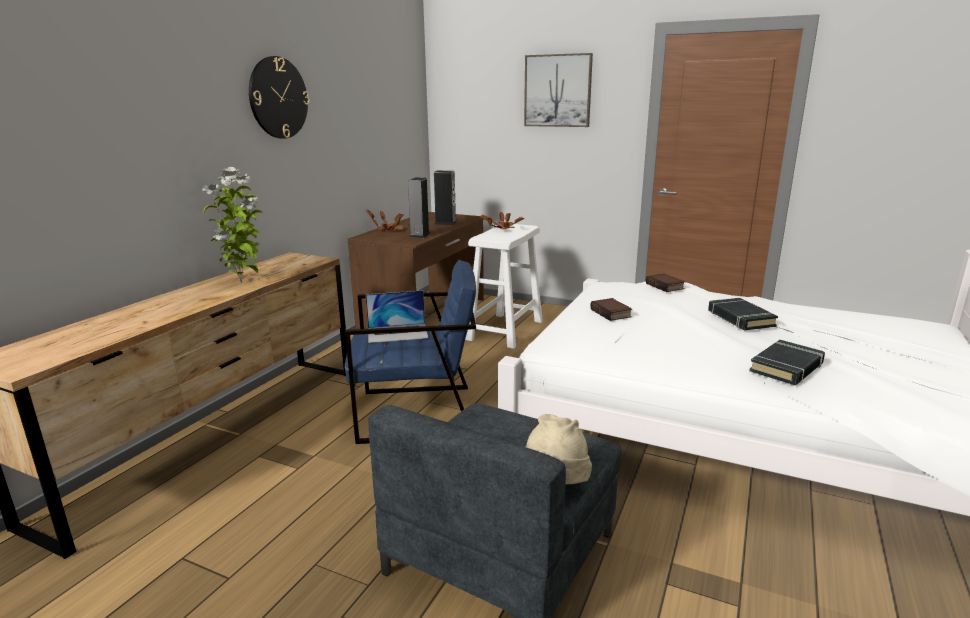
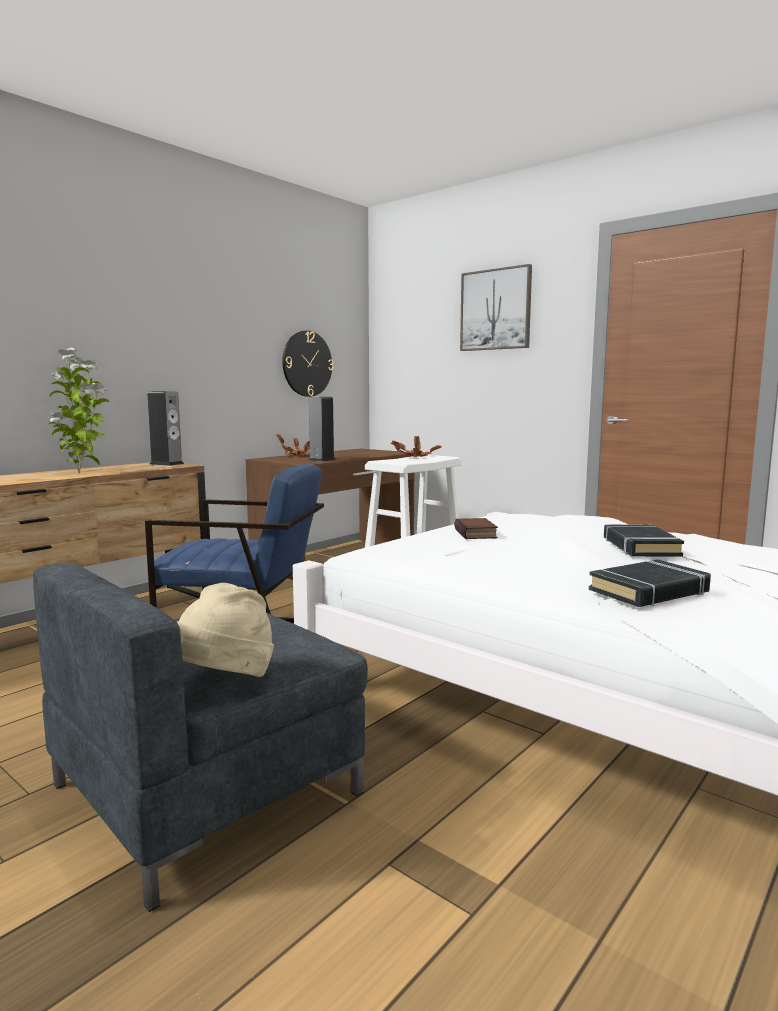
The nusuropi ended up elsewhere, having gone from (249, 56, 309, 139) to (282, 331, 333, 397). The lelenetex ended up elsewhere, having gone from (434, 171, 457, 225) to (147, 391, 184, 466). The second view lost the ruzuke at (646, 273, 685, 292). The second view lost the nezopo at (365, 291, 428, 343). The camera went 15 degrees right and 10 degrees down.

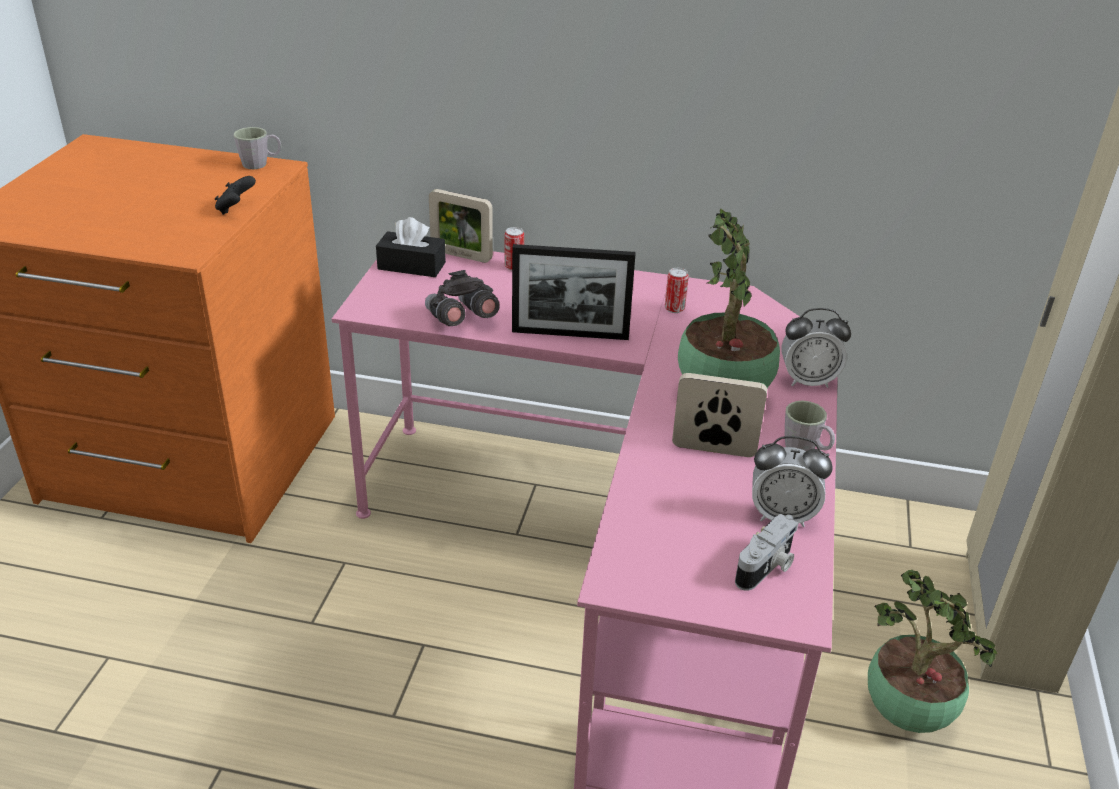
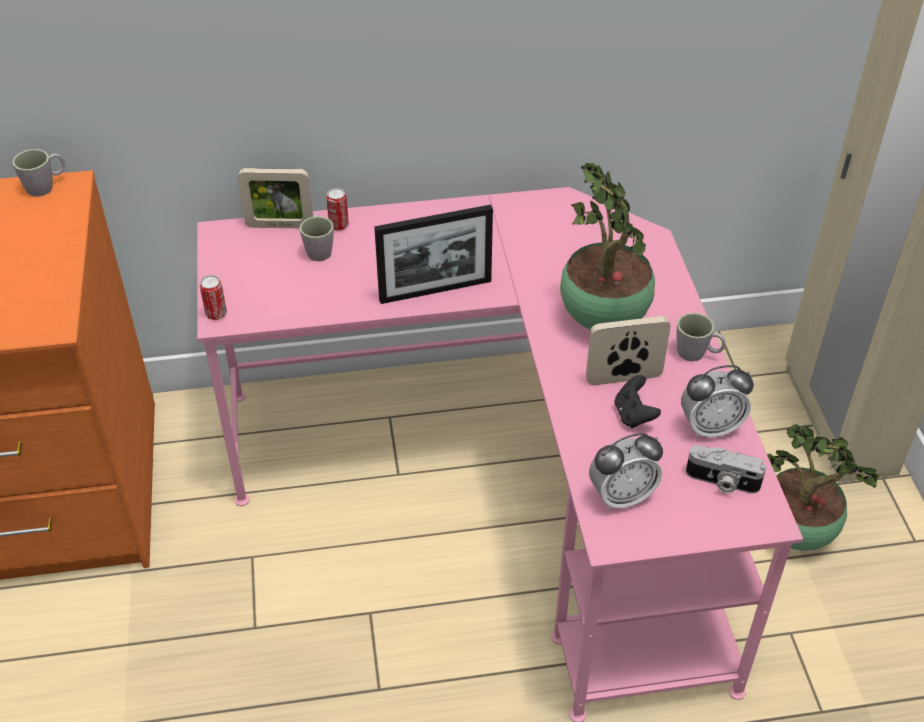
The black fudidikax ended up elsewhere, having gone from (215, 176, 256, 215) to (615, 375, 661, 428). The second view lost the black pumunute at (376, 217, 446, 277). The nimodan ended up elsewhere, having gone from (665, 268, 689, 313) to (200, 275, 227, 320). The second view lost the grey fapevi at (425, 270, 500, 326). The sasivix ended up elsewhere, having gone from (782, 308, 851, 388) to (589, 433, 663, 511). The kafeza at (735, 514, 798, 591) ended up facing another way, 90 degrees clockwise from before. The second view gained the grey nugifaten at (299, 214, 334, 261). The camera went 20 degrees left and 10 degrees up.

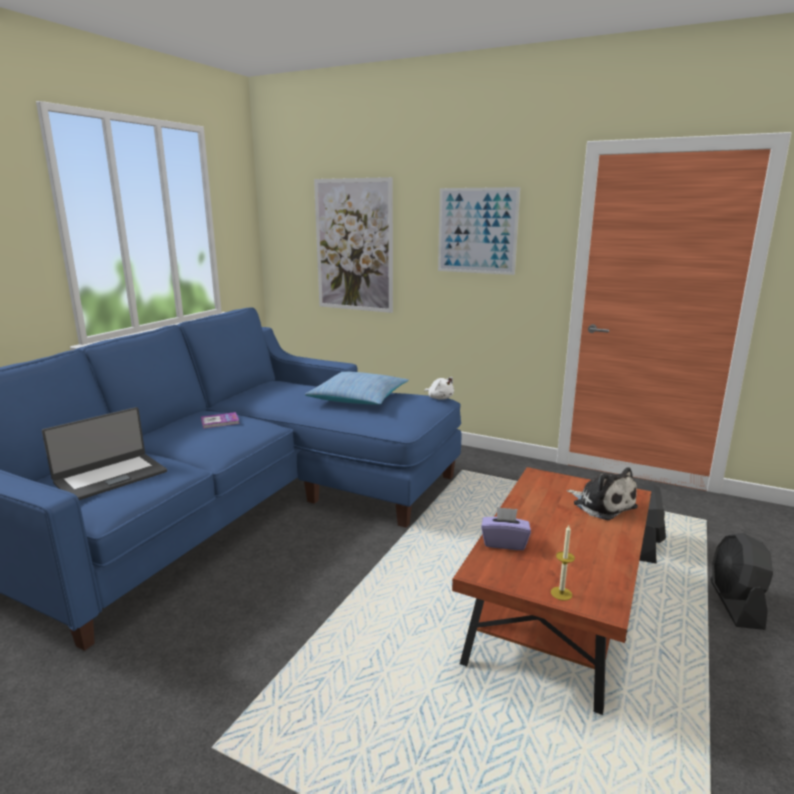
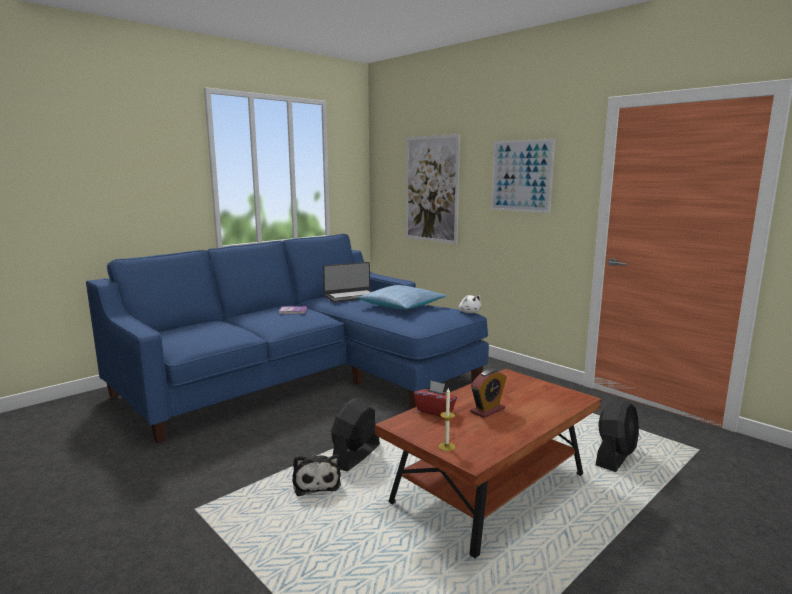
The nezopo ended up elsewhere, having gone from (42, 407, 167, 500) to (323, 262, 373, 303). The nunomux ended up elsewhere, having gone from (567, 467, 638, 520) to (292, 454, 341, 496). What was the purple pumunute at (481, 507, 531, 550) turned into the red pumunute at (414, 381, 457, 417). The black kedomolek ended up elsewhere, having gone from (710, 533, 773, 630) to (331, 398, 380, 472). The second view gained the sasivix at (470, 369, 506, 418). The camera went 20 degrees right and 5 degrees down.

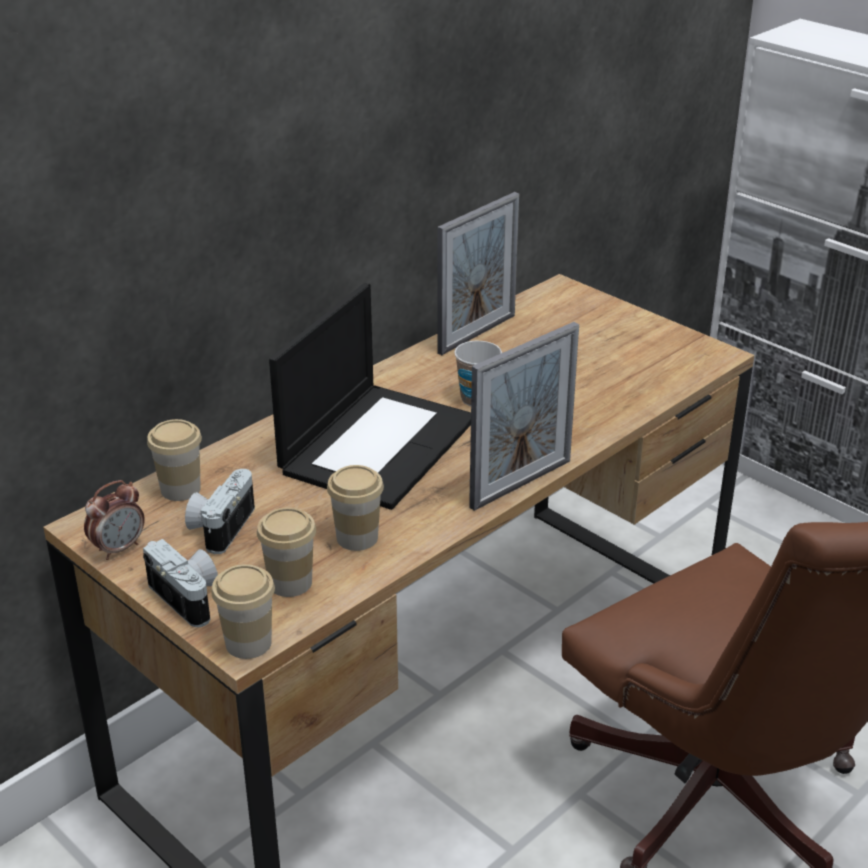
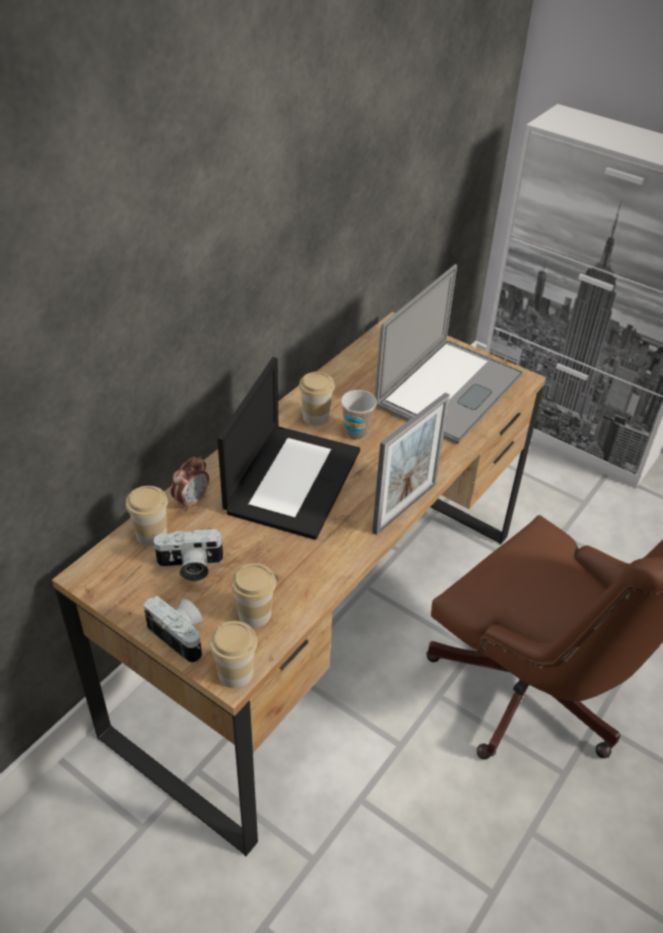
The second view lost the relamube at (437, 192, 519, 355). The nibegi ended up elsewhere, having gone from (327, 465, 384, 551) to (299, 372, 335, 426). The kafeza at (185, 469, 255, 554) ended up facing another way, 105 degrees counterclockwise from before. The sasivix ended up elsewhere, having gone from (84, 480, 145, 560) to (171, 456, 209, 510). The second view gained the nezopo at (375, 264, 523, 444). The camera went 10 degrees left and 10 degrees up.

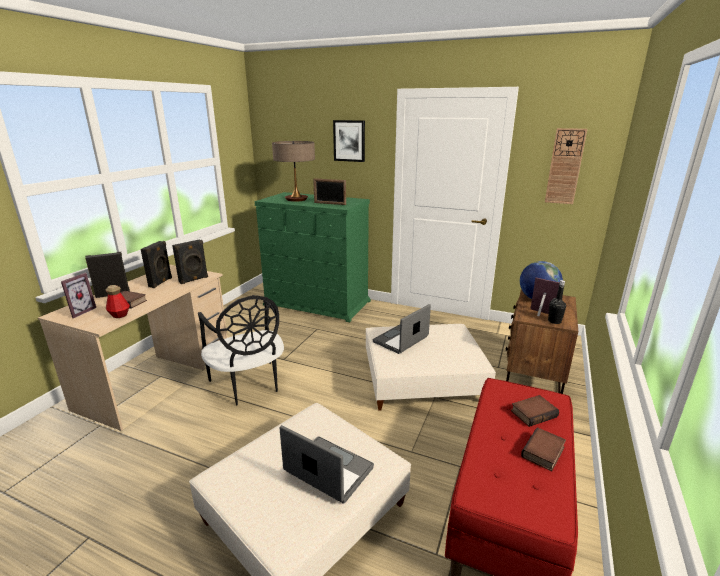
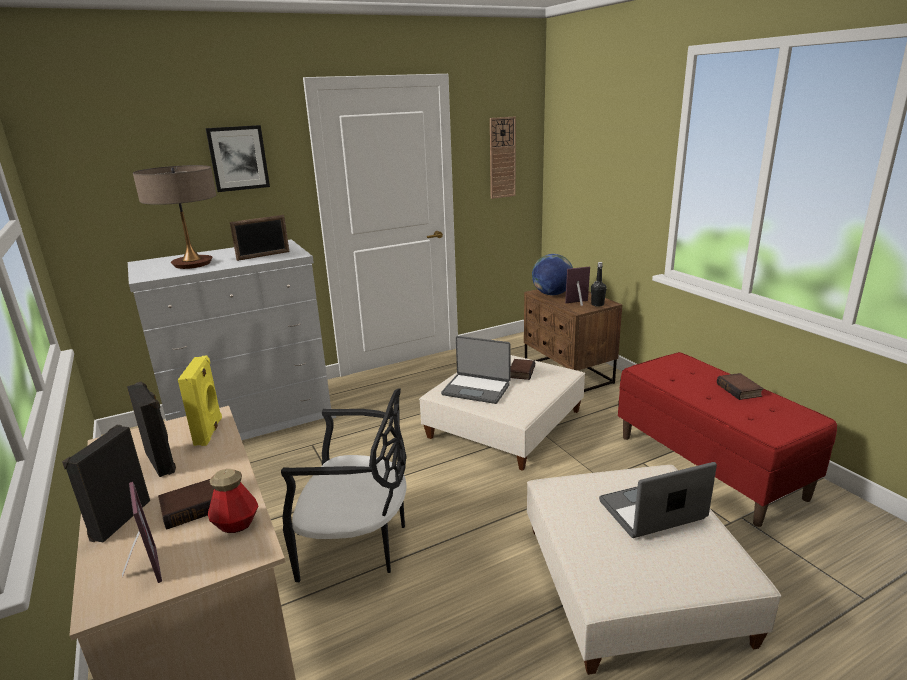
What was the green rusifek at (254, 192, 371, 322) turned into the white rusifek at (128, 239, 336, 440). What was the black lelenetex at (172, 239, 208, 284) turned into the yellow lelenetex at (178, 355, 222, 446). The nezopo at (373, 304, 431, 354) ended up facing another way, 60 degrees counterclockwise from before. The ruzuke ended up elsewhere, having gone from (511, 395, 559, 427) to (511, 359, 535, 380). The camera went 50 degrees left and 0 degrees up.

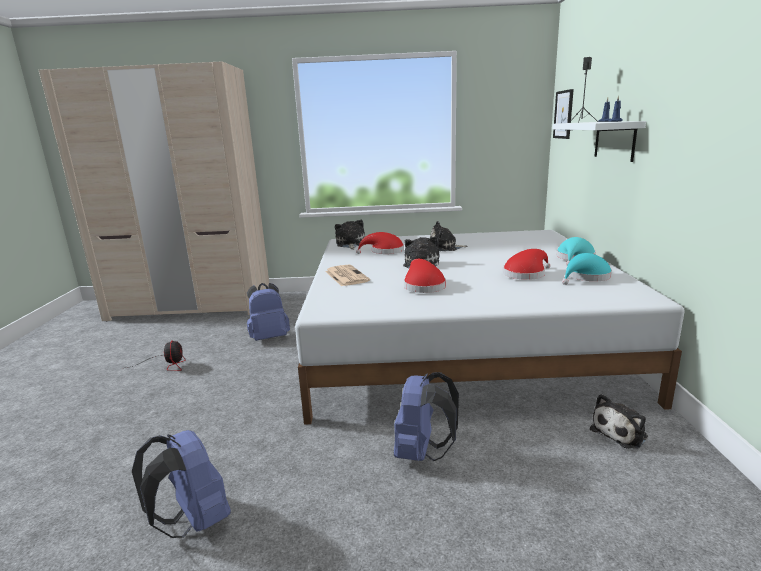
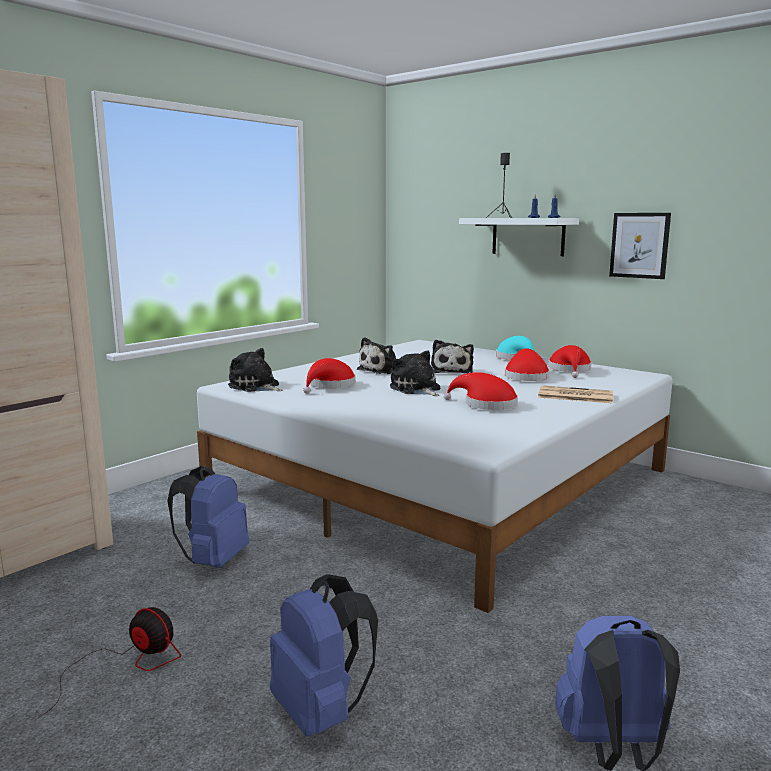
The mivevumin ended up elsewhere, having gone from (553, 89, 574, 139) to (609, 213, 671, 279). What was the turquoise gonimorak at (562, 253, 612, 285) turned into the red gonimorak at (548, 345, 592, 378). The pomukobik ended up elsewhere, having gone from (325, 265, 370, 286) to (538, 385, 613, 404). The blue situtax ended up elsewhere, having gone from (394, 372, 459, 461) to (270, 574, 378, 736). The nunomux ended up elsewhere, having gone from (590, 394, 648, 449) to (431, 340, 474, 373). The camera went 50 degrees left and 5 degrees down.

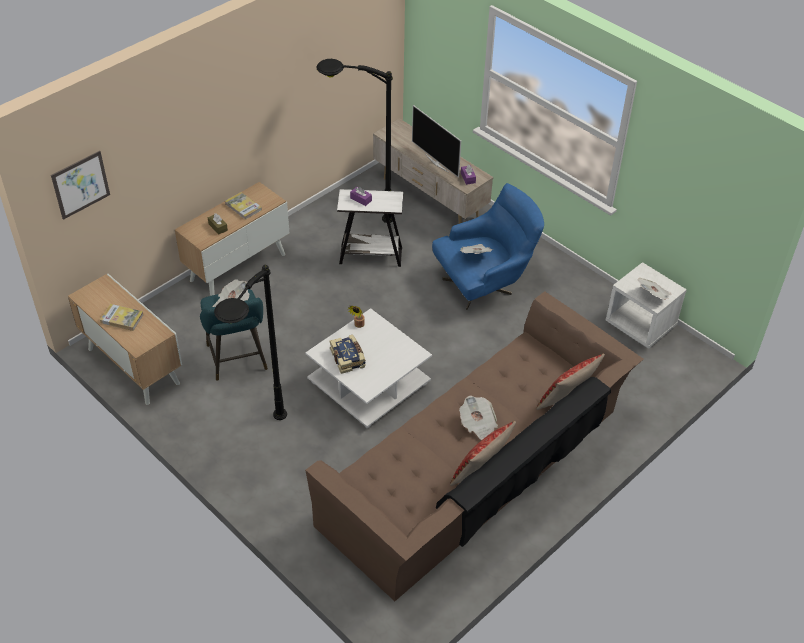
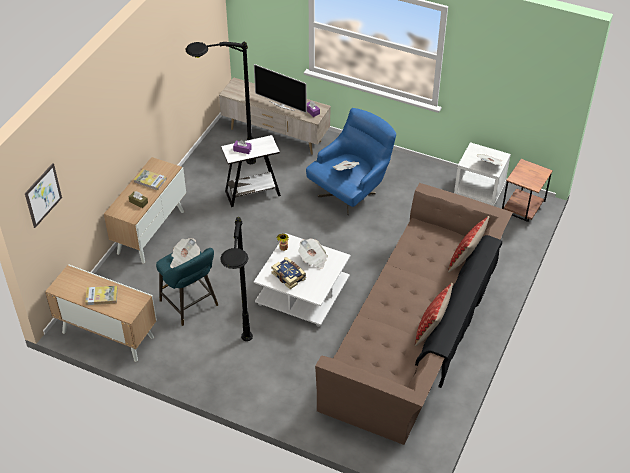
The pomukobik ended up elsewhere, having gone from (459, 396, 498, 440) to (298, 239, 328, 269). The second view gained the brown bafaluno at (502, 159, 553, 222). The camera went 20 degrees left and 0 degrees up.

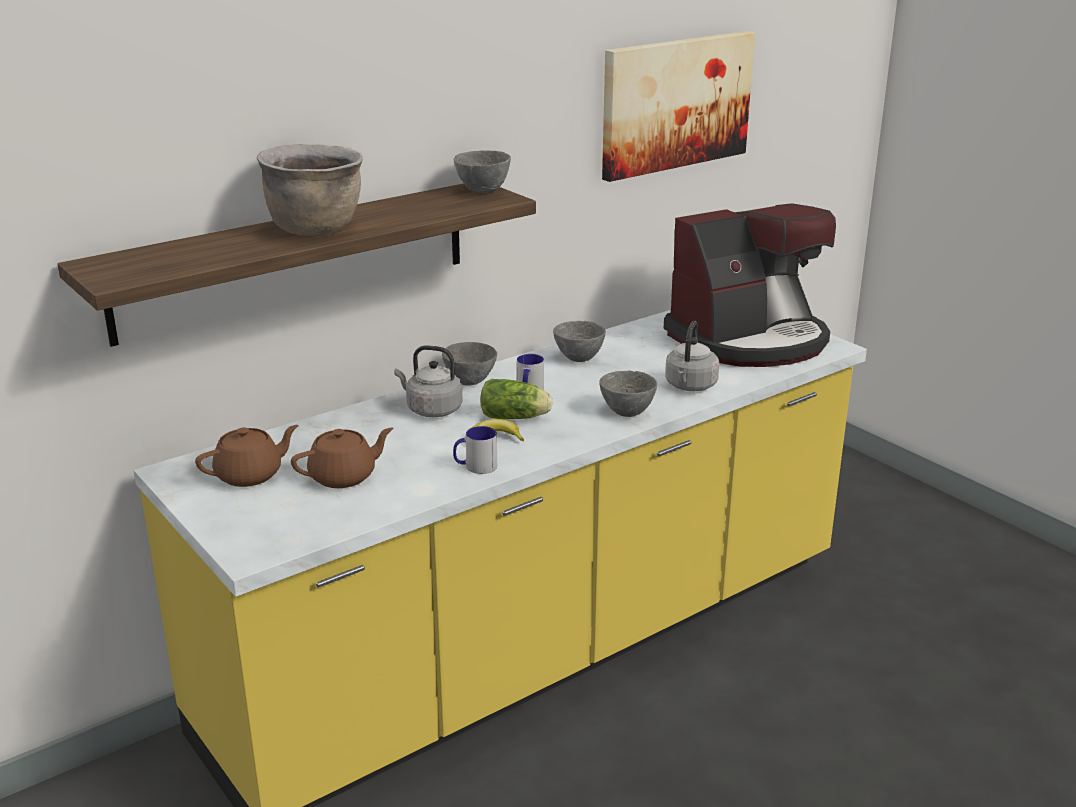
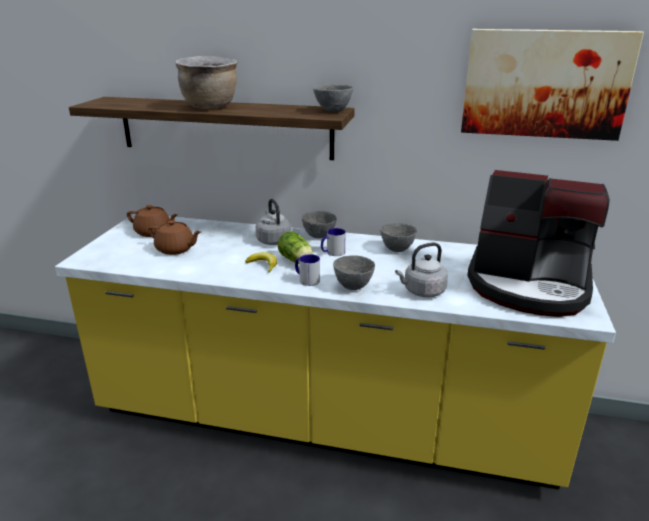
The nugifaten ended up elsewhere, having gone from (453, 426, 497, 474) to (295, 254, 320, 286). The camera went 50 degrees right and 0 degrees up.

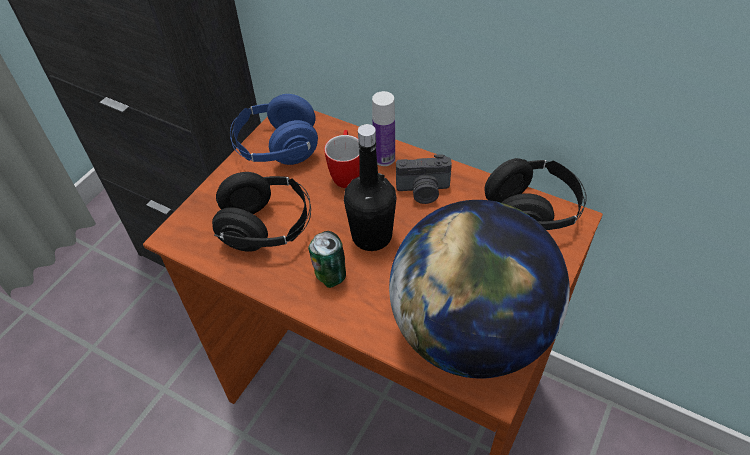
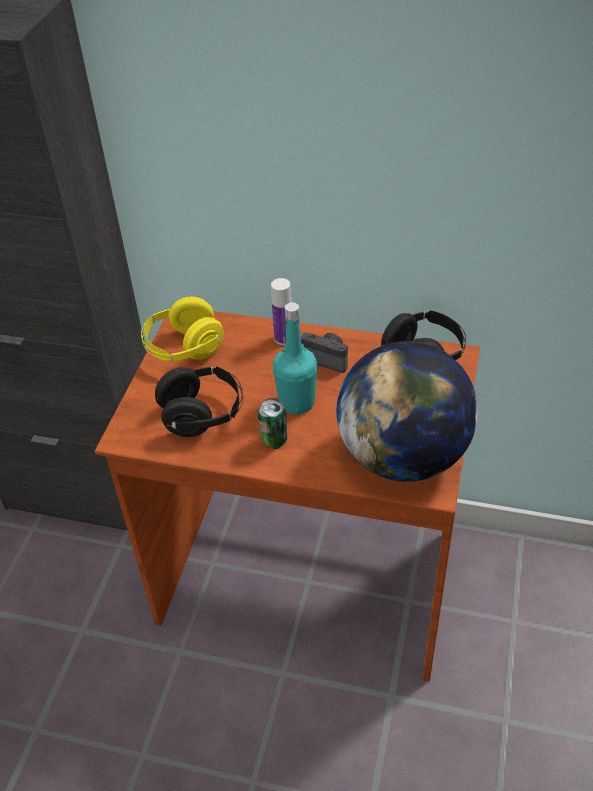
What was the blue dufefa at (230, 94, 318, 165) turned into the yellow dufefa at (141, 297, 224, 362). What was the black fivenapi at (344, 124, 396, 251) turned into the turquoise fivenapi at (273, 302, 318, 414). The second view lost the nugifaten at (324, 130, 360, 188). The kafeza at (396, 154, 452, 204) ended up facing another way, 135 degrees counterclockwise from before. The camera went 15 degrees left and 5 degrees down.

